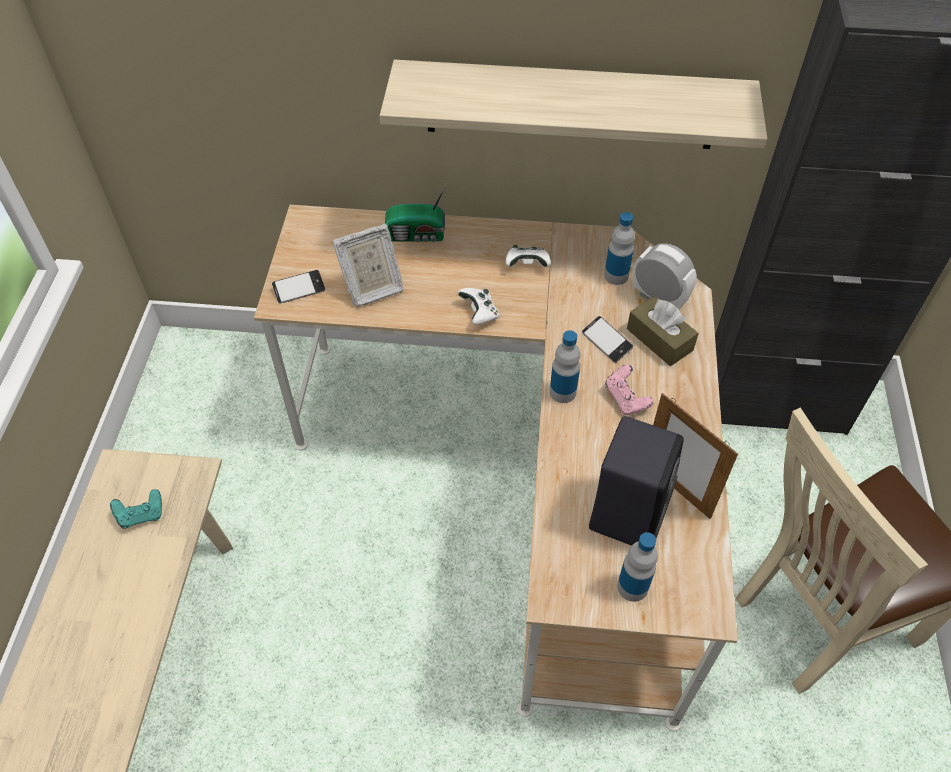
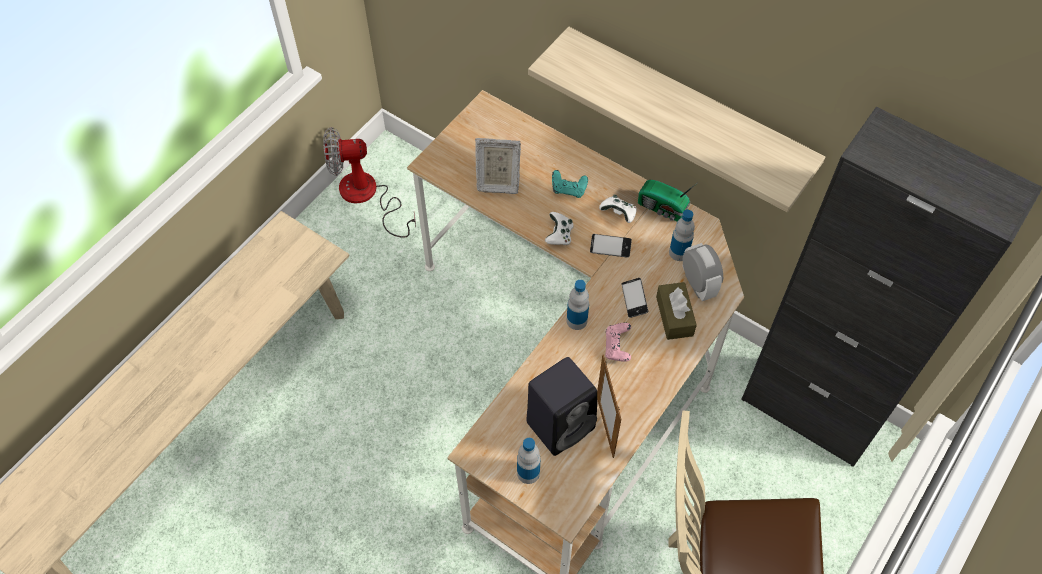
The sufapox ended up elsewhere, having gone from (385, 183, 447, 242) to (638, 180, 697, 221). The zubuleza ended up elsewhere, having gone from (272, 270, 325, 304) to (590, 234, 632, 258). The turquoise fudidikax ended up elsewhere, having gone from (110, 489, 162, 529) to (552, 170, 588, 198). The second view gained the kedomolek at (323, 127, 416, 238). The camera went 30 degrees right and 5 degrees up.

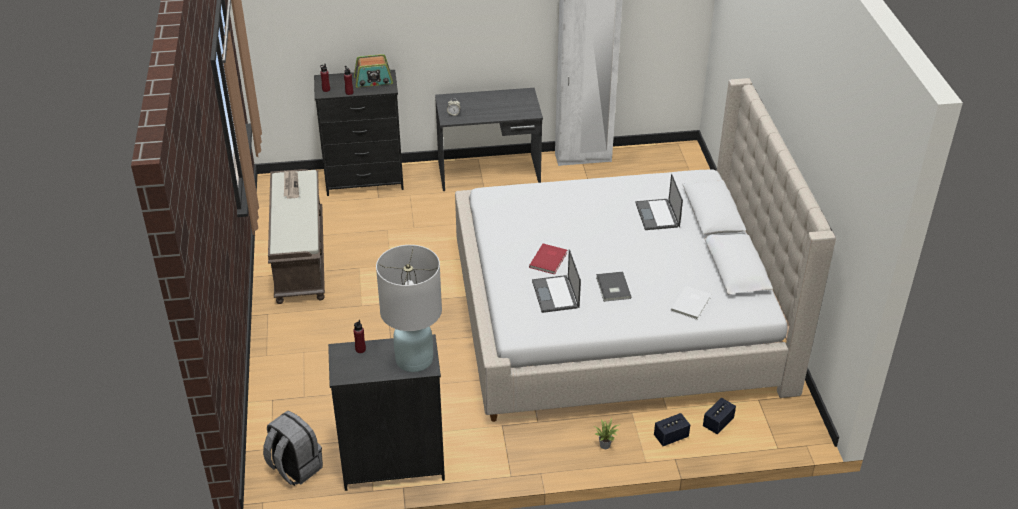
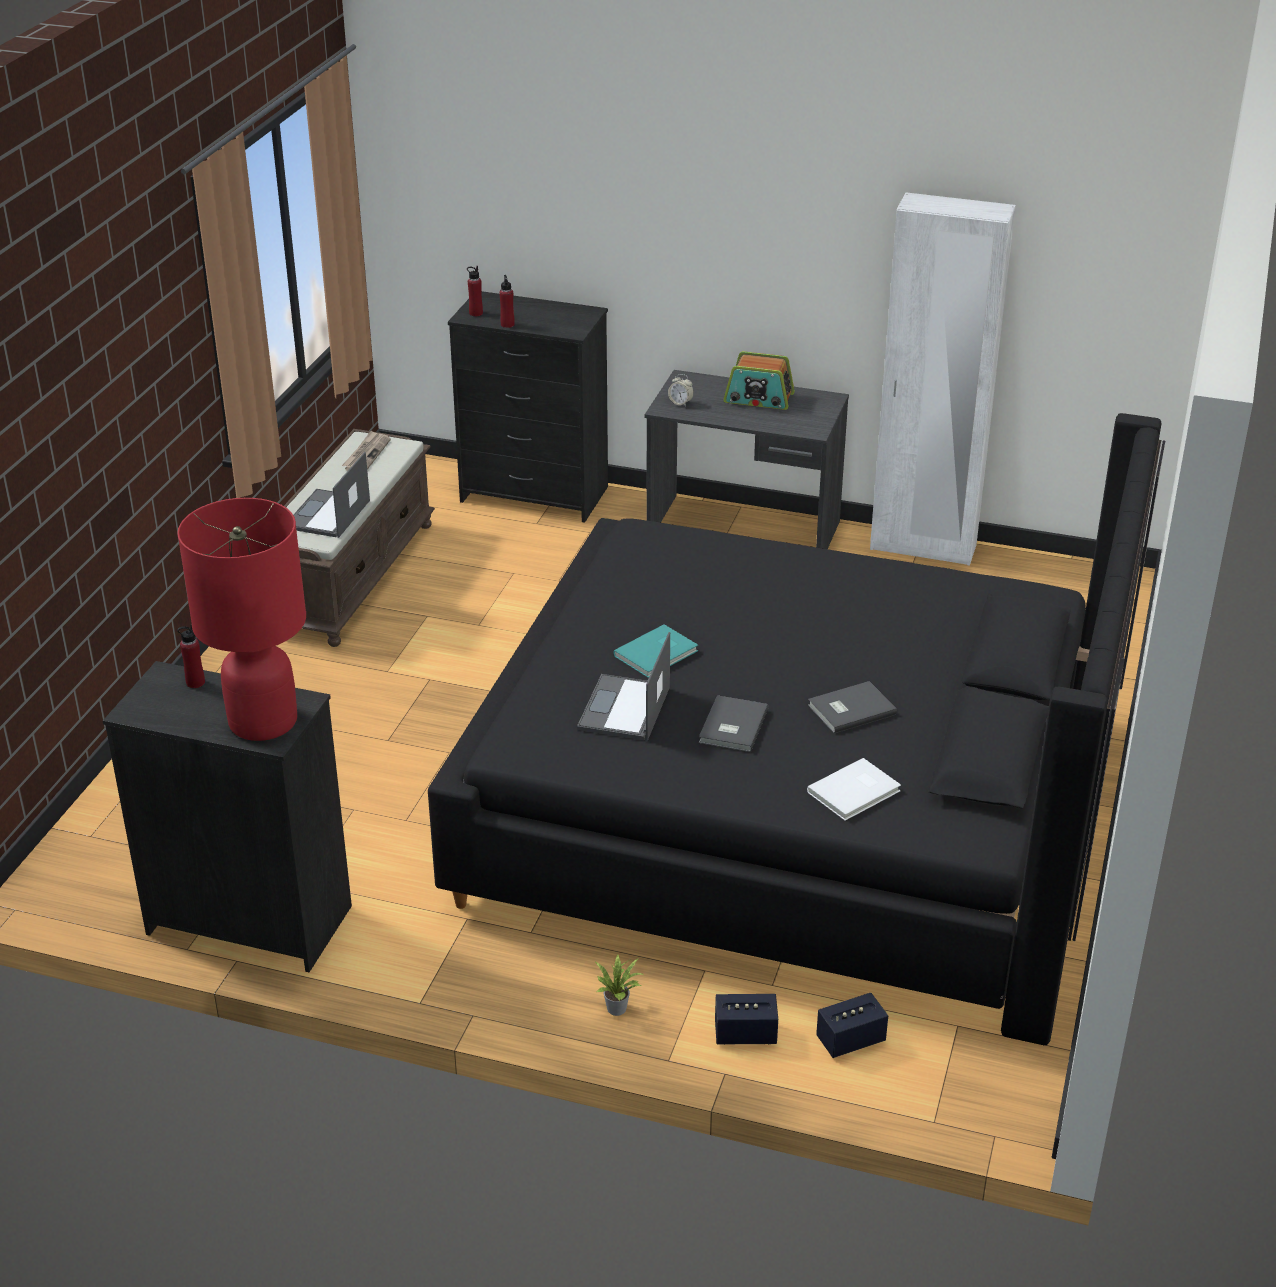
The sufapox ended up elsewhere, having gone from (354, 54, 393, 87) to (723, 351, 795, 410). What was the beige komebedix at (455, 78, 836, 422) turned into the black komebedix at (428, 413, 1165, 1045). The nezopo ended up elsewhere, having gone from (635, 174, 683, 230) to (293, 452, 370, 538). What was the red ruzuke at (529, 244, 567, 275) turned into the turquoise ruzuke at (614, 624, 698, 678). What was the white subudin at (376, 245, 442, 372) turned into the red subudin at (177, 498, 306, 741). The second view lost the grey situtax at (263, 411, 323, 486). The second view gained the grey ruzuke at (808, 681, 897, 734). The camera went 25 degrees right and 5 degrees down.

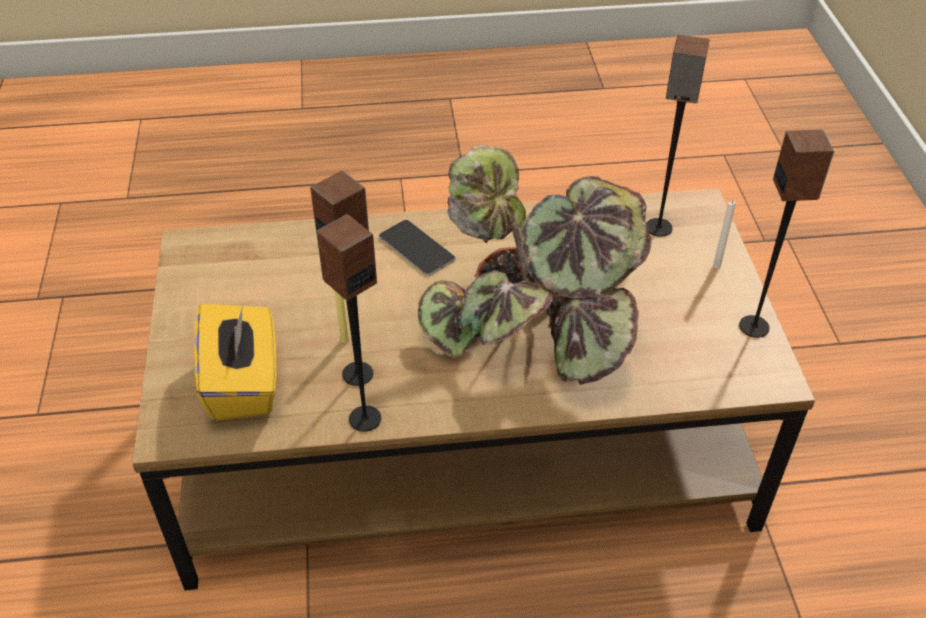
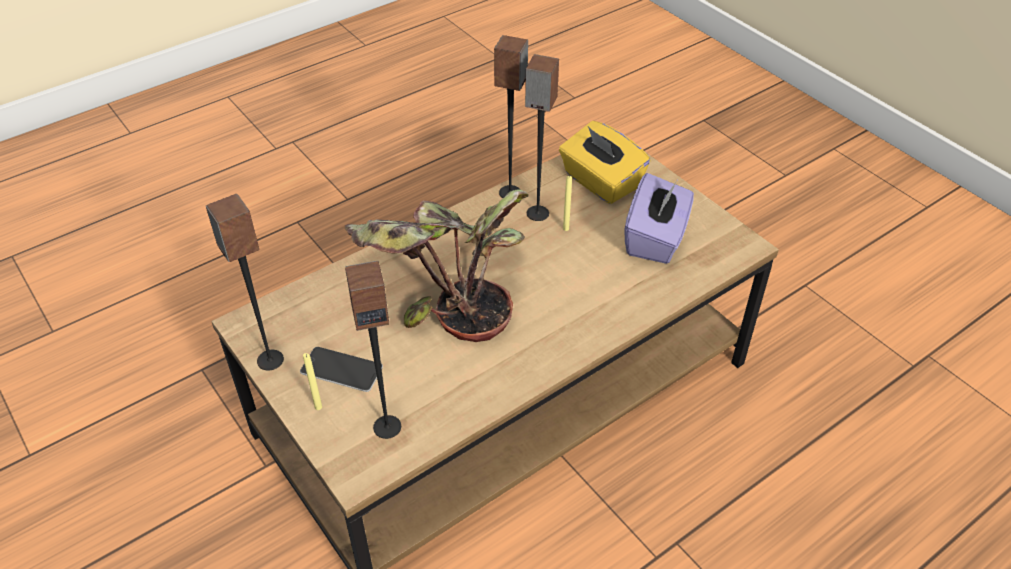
What was the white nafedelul at (713, 201, 736, 268) turned into the yellow nafedelul at (303, 353, 322, 410). The zubuleza ended up elsewhere, having gone from (379, 220, 456, 276) to (300, 347, 383, 392). The second view gained the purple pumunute at (624, 173, 694, 264). The camera went 150 degrees right and 0 degrees up.

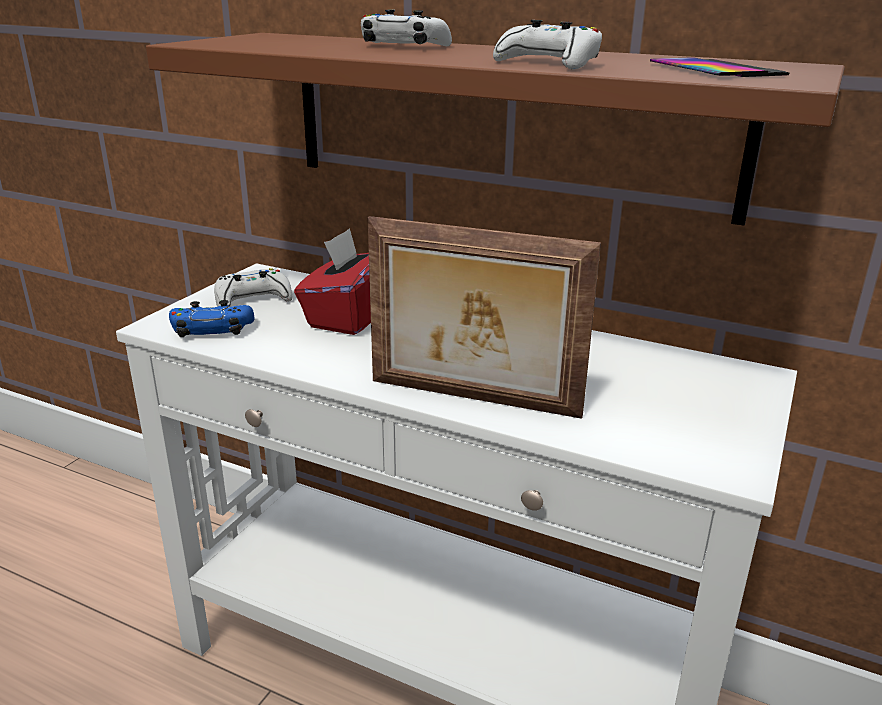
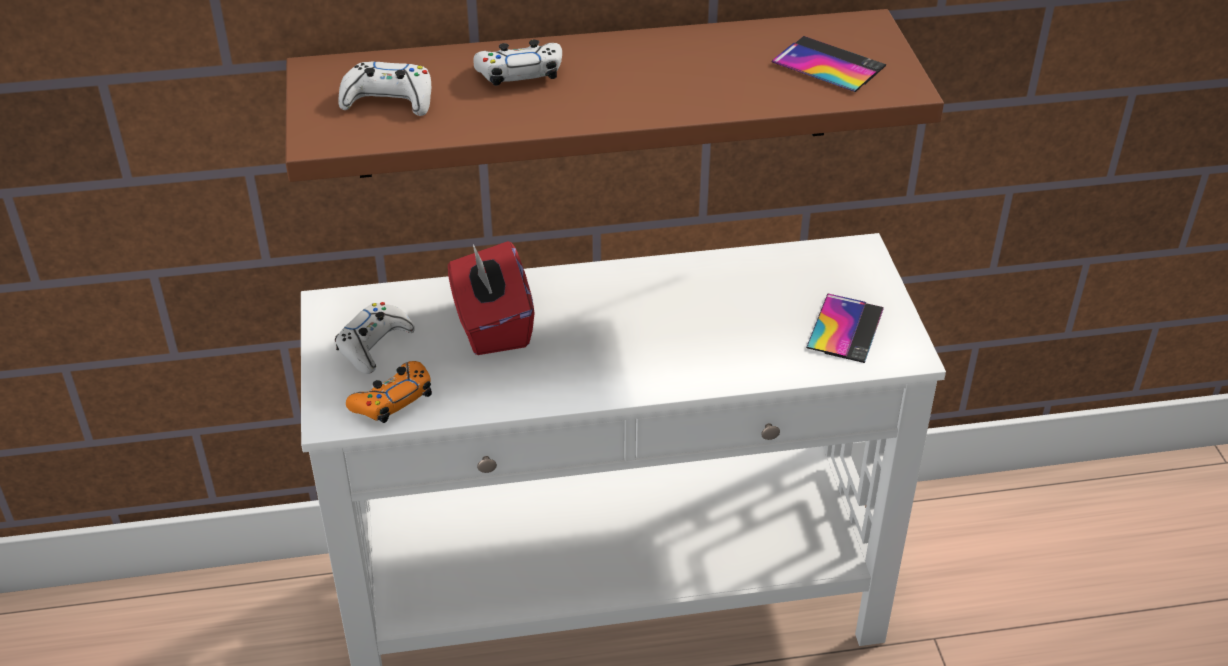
The white fudidikax ended up elsewhere, having gone from (493, 20, 602, 70) to (339, 61, 431, 116). The second view lost the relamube at (368, 216, 601, 419). What was the blue fudidikax at (169, 300, 254, 337) turned into the orange fudidikax at (346, 361, 432, 423). The second view gained the zubuleza at (806, 294, 884, 363). The camera went 35 degrees left and 15 degrees up.

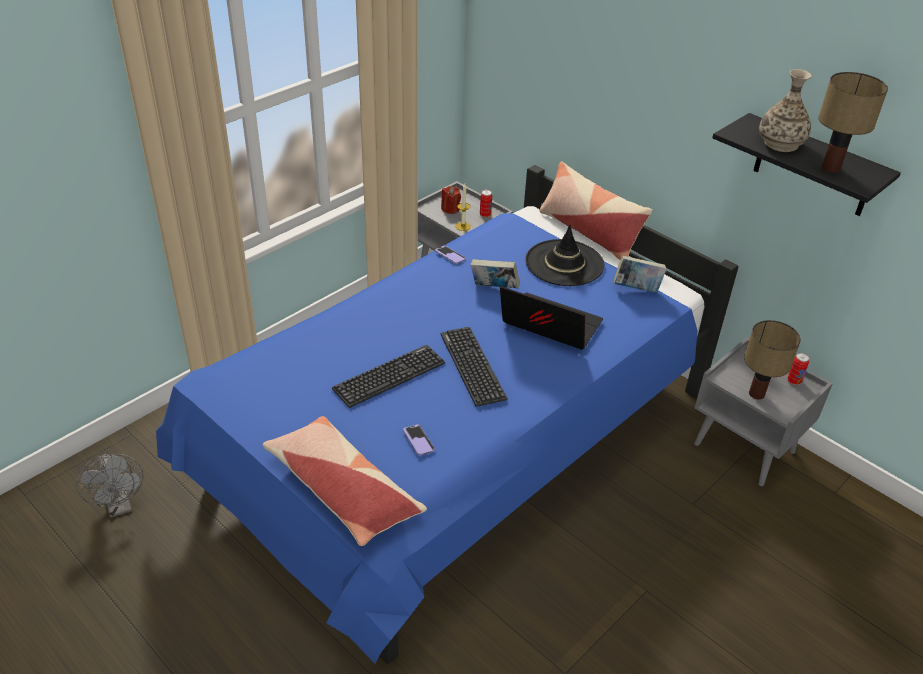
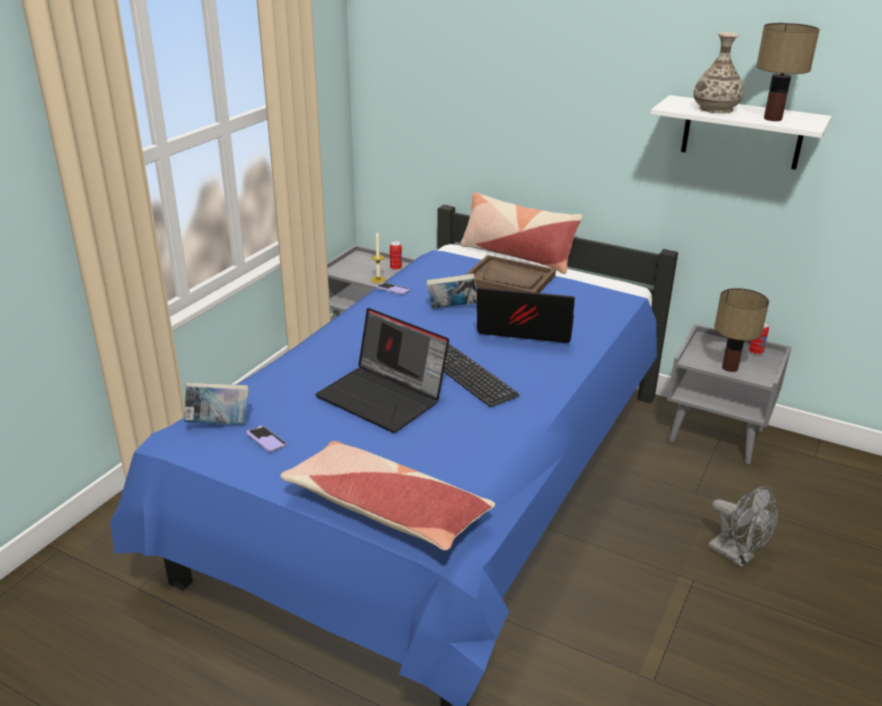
What was the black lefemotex at (712, 113, 901, 216) turned into the white lefemotex at (651, 95, 832, 170). The second view lost the red nafedelul at (441, 186, 461, 214). Where the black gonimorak stood at (525, 224, 605, 286), the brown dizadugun came to stand at (465, 255, 556, 293). The ruzuke ended up elsewhere, having gone from (614, 255, 667, 293) to (184, 382, 249, 424). Where the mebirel stood at (332, 345, 445, 408), the nezopo came to stand at (315, 308, 449, 433). The zubuleza ended up elsewhere, having gone from (403, 425, 435, 455) to (246, 426, 286, 452). The grey kedomolek ended up elsewhere, having gone from (76, 454, 144, 518) to (708, 486, 778, 568). The camera went 15 degrees left and 10 degrees down.

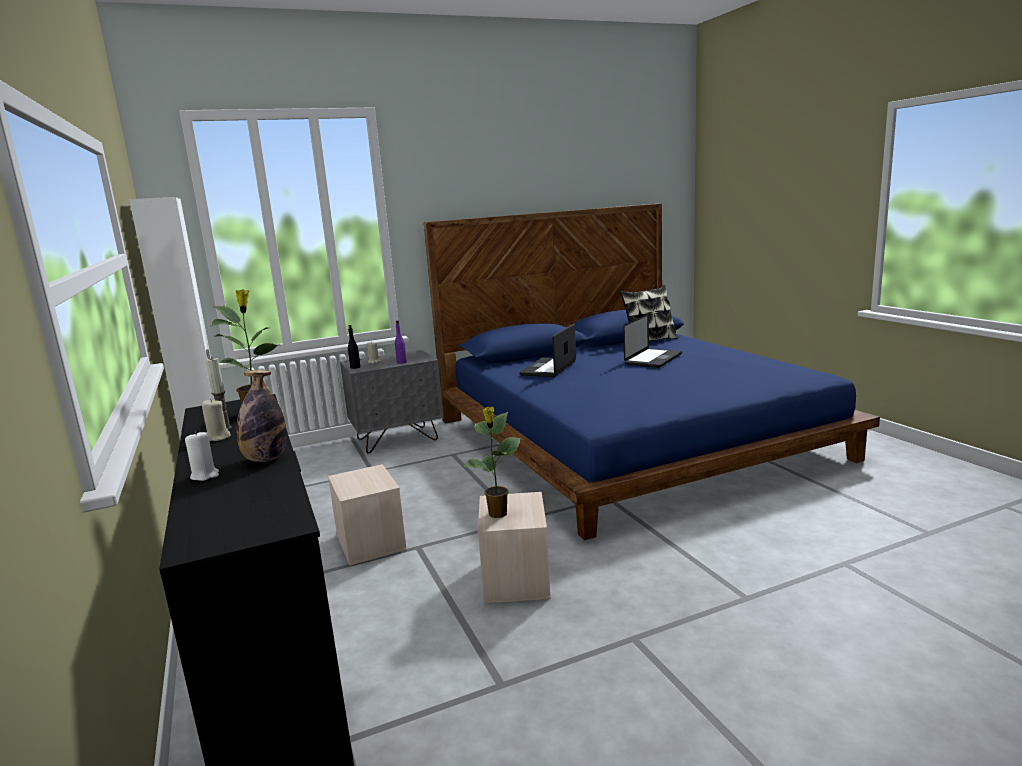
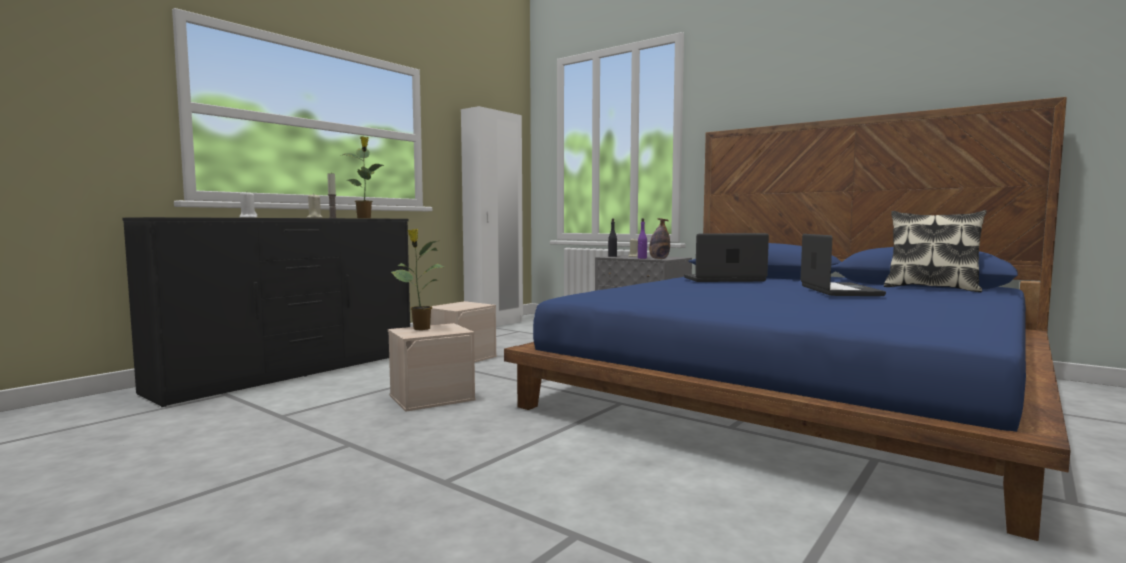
The nezopo at (623, 314, 682, 368) ended up facing another way, 90 degrees counterclockwise from before. The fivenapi ended up elsewhere, having gone from (237, 370, 286, 462) to (649, 218, 670, 259). The camera went 60 degrees right and 10 degrees down.

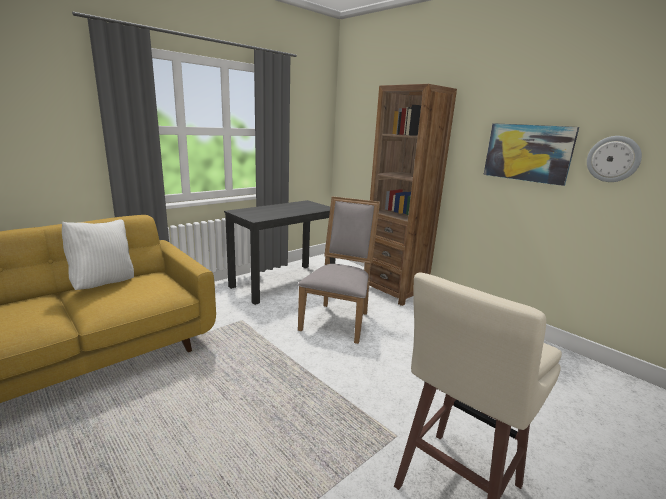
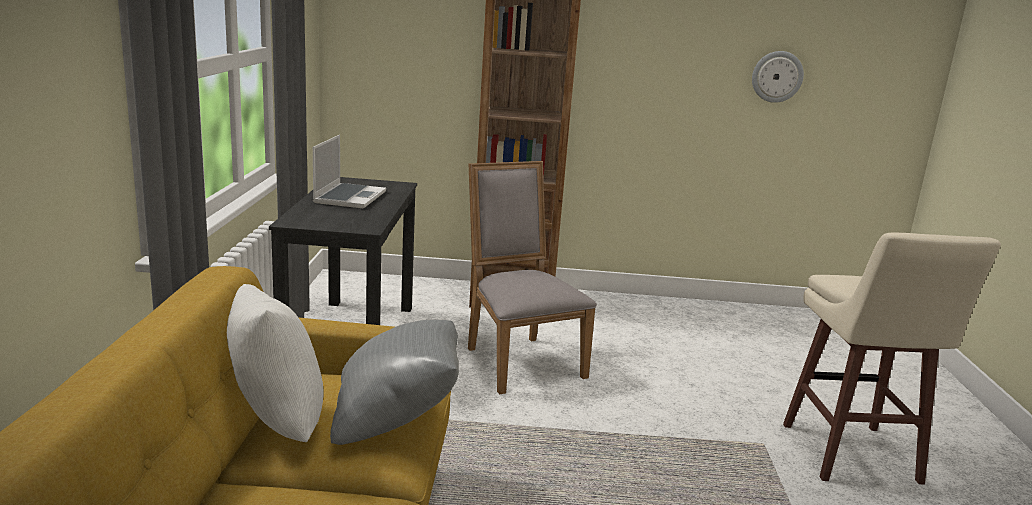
The second view lost the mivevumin at (484, 123, 579, 186). The second view gained the nezopo at (313, 135, 386, 208). The second view gained the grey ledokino at (330, 320, 459, 445). The camera went 45 degrees left and 0 degrees up.

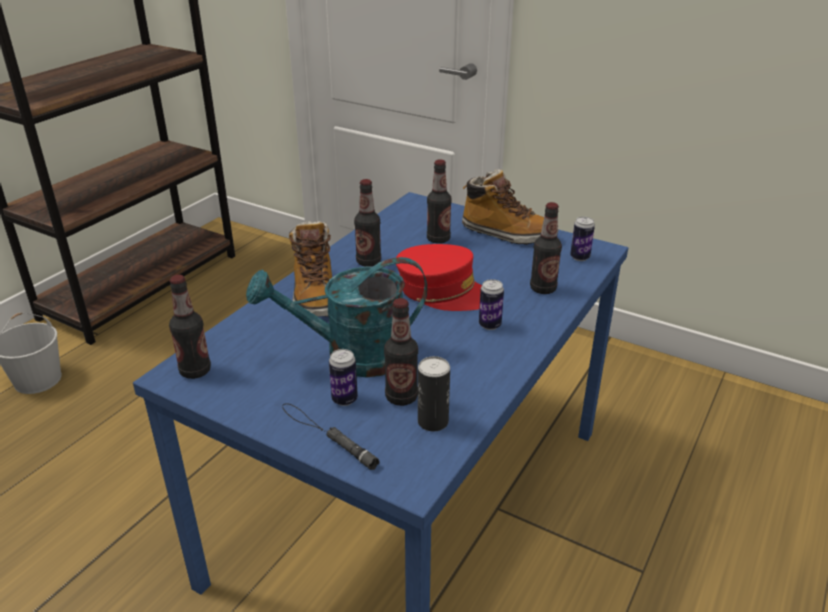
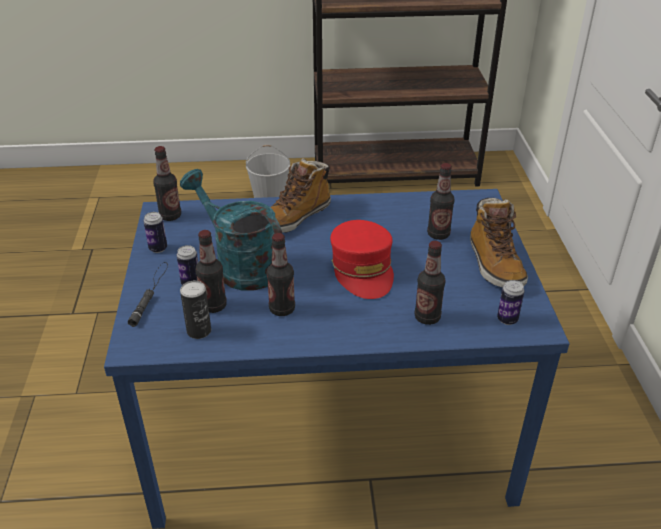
The fivenapi ended up elsewhere, having gone from (354, 179, 381, 267) to (267, 233, 295, 316). The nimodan ended up elsewhere, having gone from (479, 279, 504, 330) to (143, 212, 167, 253). The camera went 55 degrees right and 5 degrees up.

